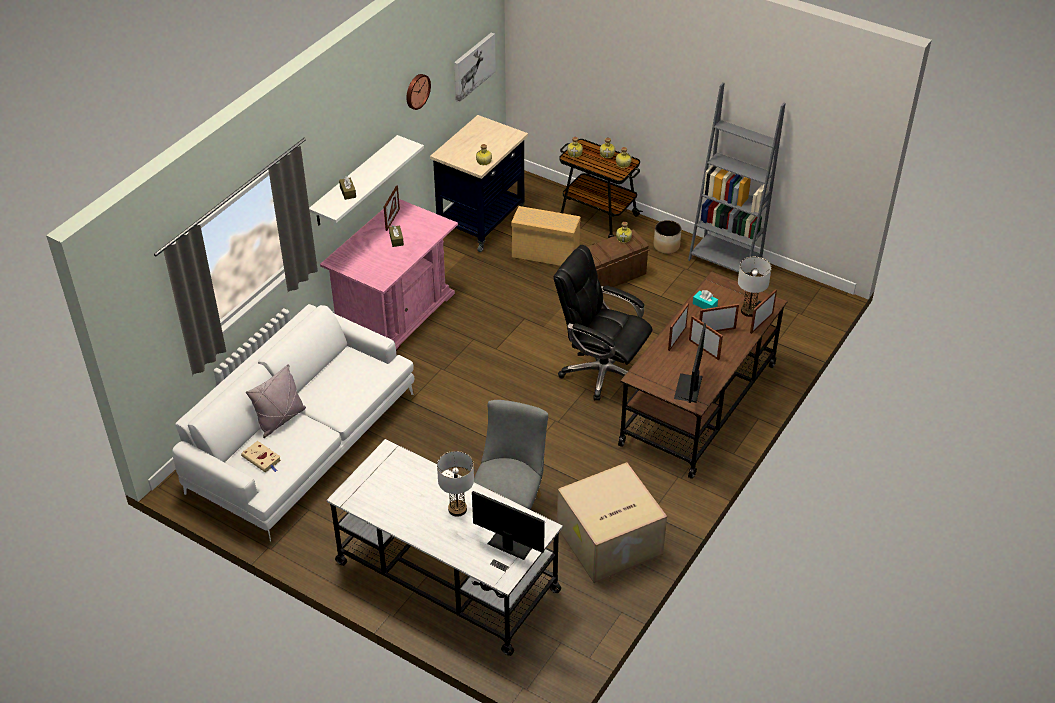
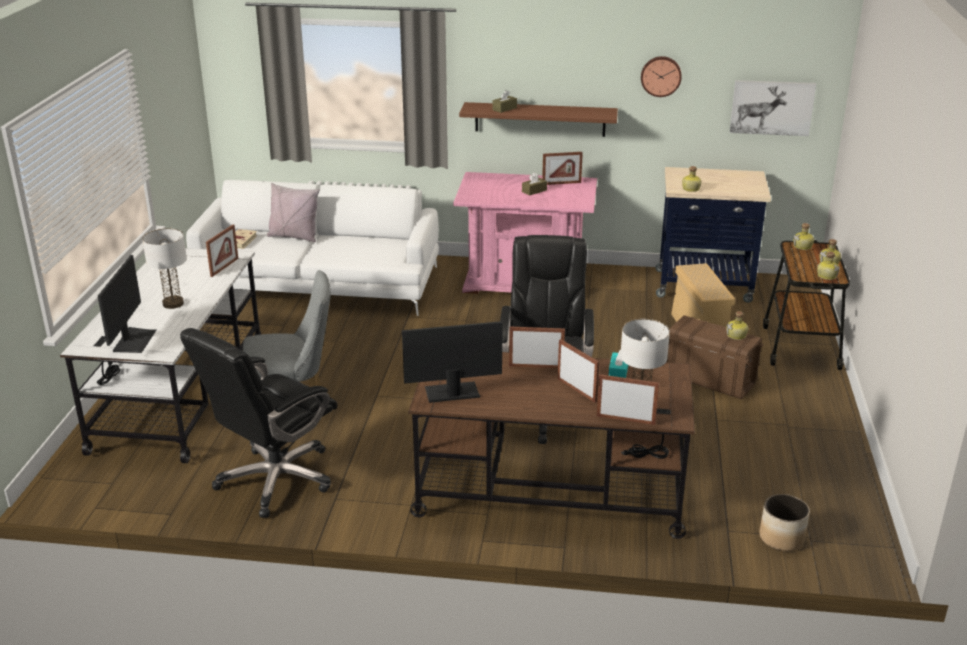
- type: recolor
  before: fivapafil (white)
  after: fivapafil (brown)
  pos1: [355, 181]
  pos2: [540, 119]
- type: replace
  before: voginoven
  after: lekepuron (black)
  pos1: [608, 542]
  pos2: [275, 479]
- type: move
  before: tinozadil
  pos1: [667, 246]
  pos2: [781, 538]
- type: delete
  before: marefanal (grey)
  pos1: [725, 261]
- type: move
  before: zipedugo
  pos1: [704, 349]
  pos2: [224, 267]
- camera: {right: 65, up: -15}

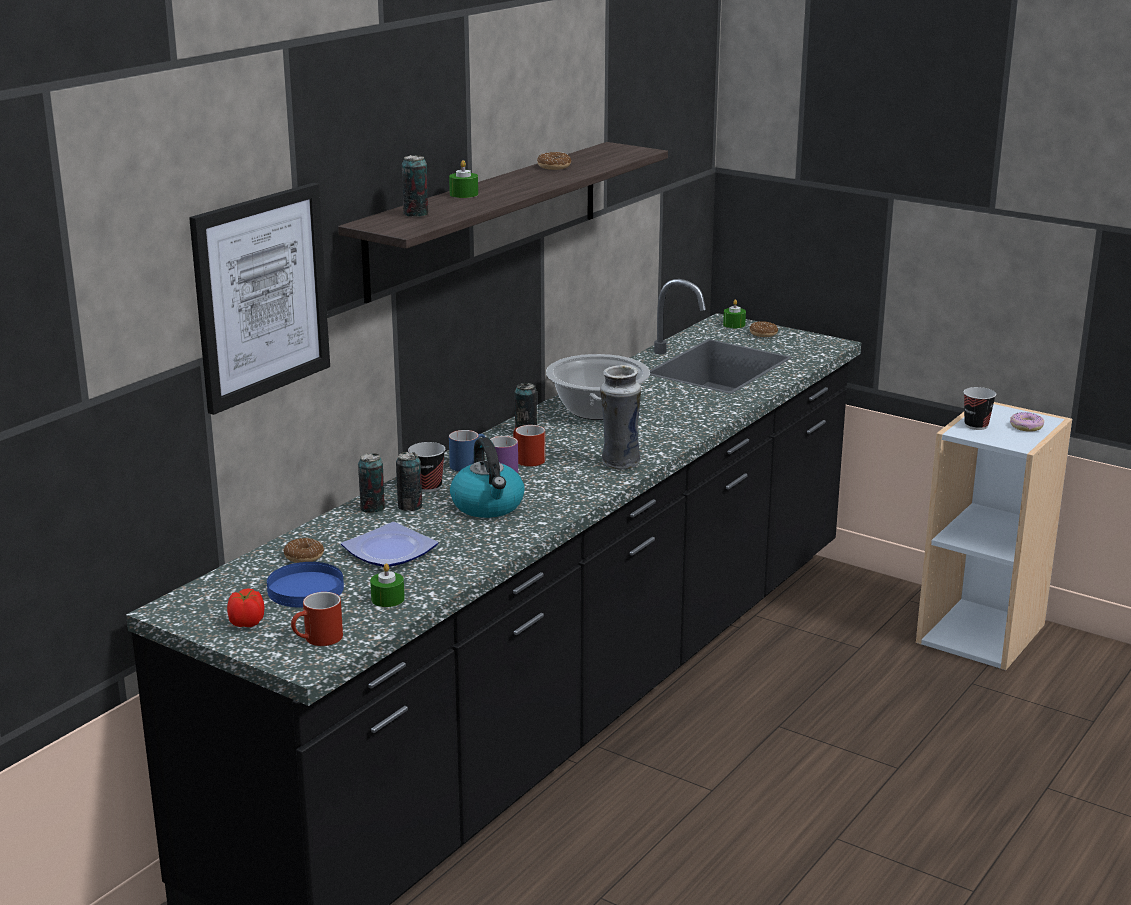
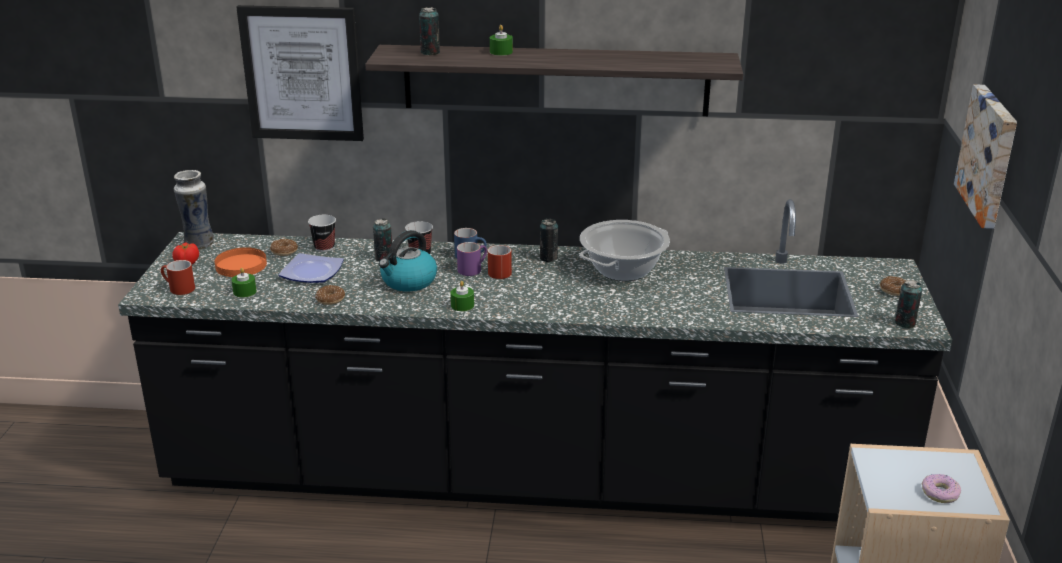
- type: recolor
  before: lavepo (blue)
  after: lavepo (orange)
  pos1: [305, 589]
  pos2: [240, 265]
- type: move
  before: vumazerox
  pos1: [372, 508]
  pos2: [905, 323]
- type: move
  before: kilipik
  pos1: [554, 167]
  pos2: [330, 299]
- type: move
  before: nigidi
  pos1: [619, 464]
  pos2: [198, 244]
- type: move
  before: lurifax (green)
  pos1: [734, 324]
  pos2: [462, 305]
- type: move
  before: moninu
  pos1: [976, 425]
  pos2: [324, 247]
- type: insert
  after: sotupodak
  pos2: [990, 155]
- camera: {right: 60, up: 5}

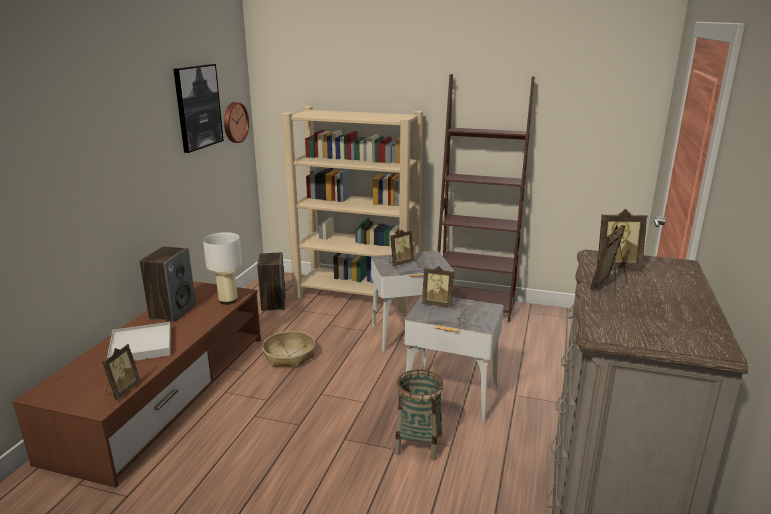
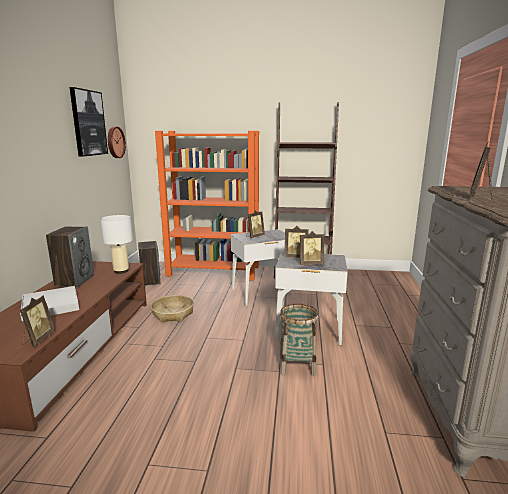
- type: recolor
  before: marefanal (beige)
  after: marefanal (orange)
  pos1: [357, 294]
  pos2: [213, 271]
- type: move
  before: zipedugo
  pos1: [616, 266]
  pos2: [310, 264]
- camera: {right: -10, up: -5}

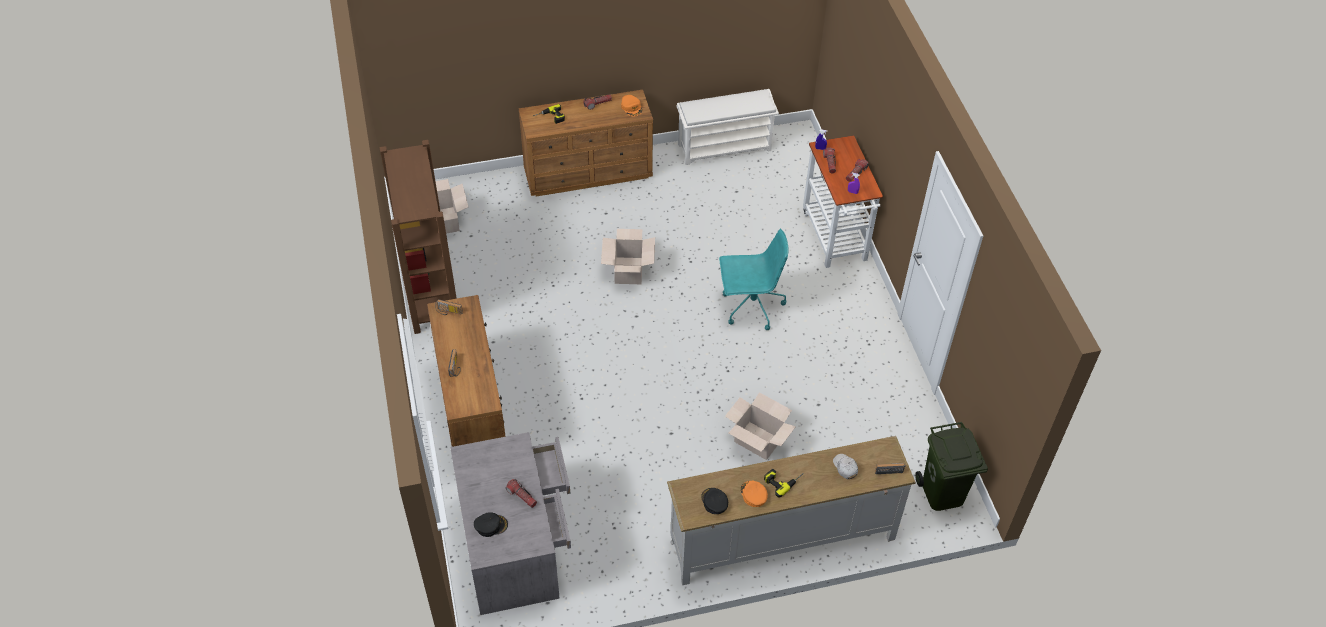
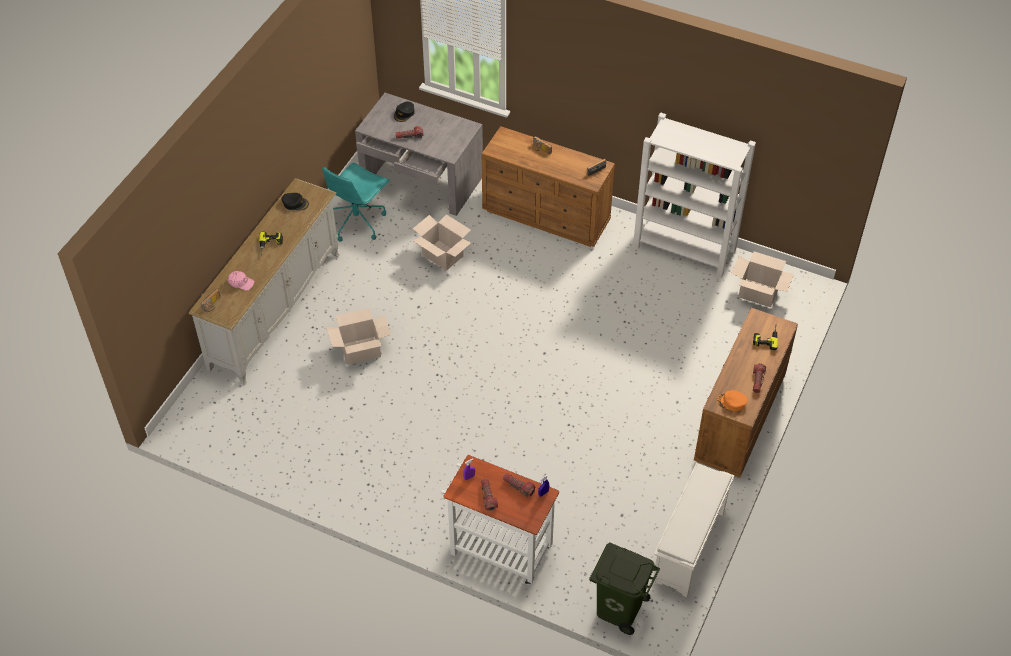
- type: recolor
  before: marefanal (brown)
  after: marefanal (white)
  pos1: [430, 291]
  pos2: [684, 248]
- type: move
  before: voginoven
  pos1: [629, 271]
  pos2: [442, 255]
- type: move
  before: lekepuron (turquoise)
  pos1: [749, 307]
  pos2: [358, 221]
- type: delete
  before: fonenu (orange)
  pos1: [753, 494]
- type: recolor
  before: fonenu (white)
  after: fonenu (pink)
  pos1: [845, 468]
  pos2: [241, 283]
- type: move
  before: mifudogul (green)
  pos1: [941, 493]
  pos2: [619, 608]
- camera: {right: 130, up: 0}

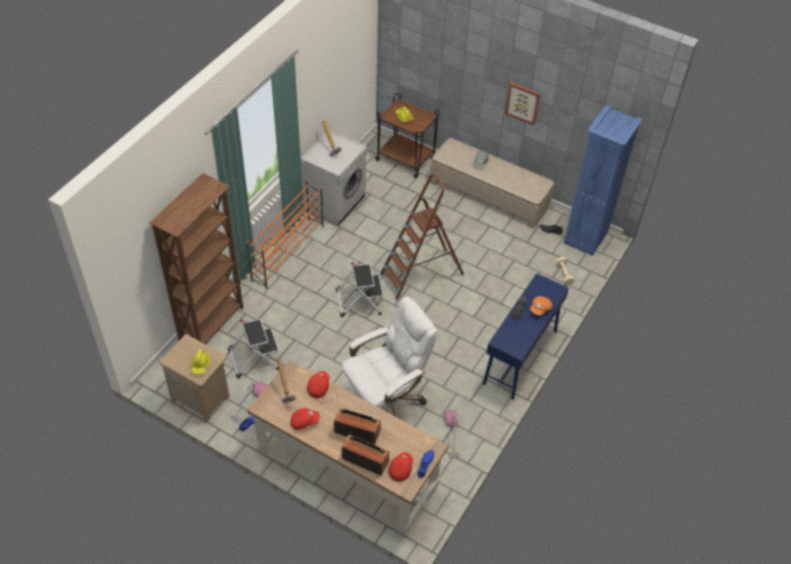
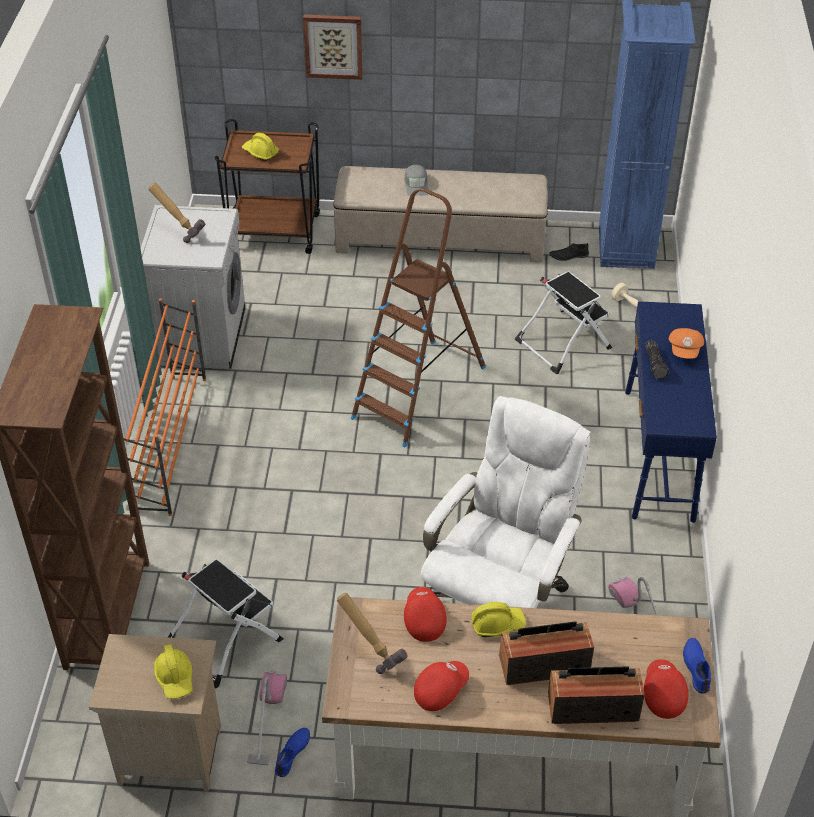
- type: move
  before: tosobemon
  pos1: [359, 300]
  pos2: [563, 341]
- type: move
  before: sotupodak
  pos1: [523, 103]
  pos2: [333, 46]
- type: insert
  after: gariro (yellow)
  pos2: [497, 624]
- camera: {right: -25, up: -5}

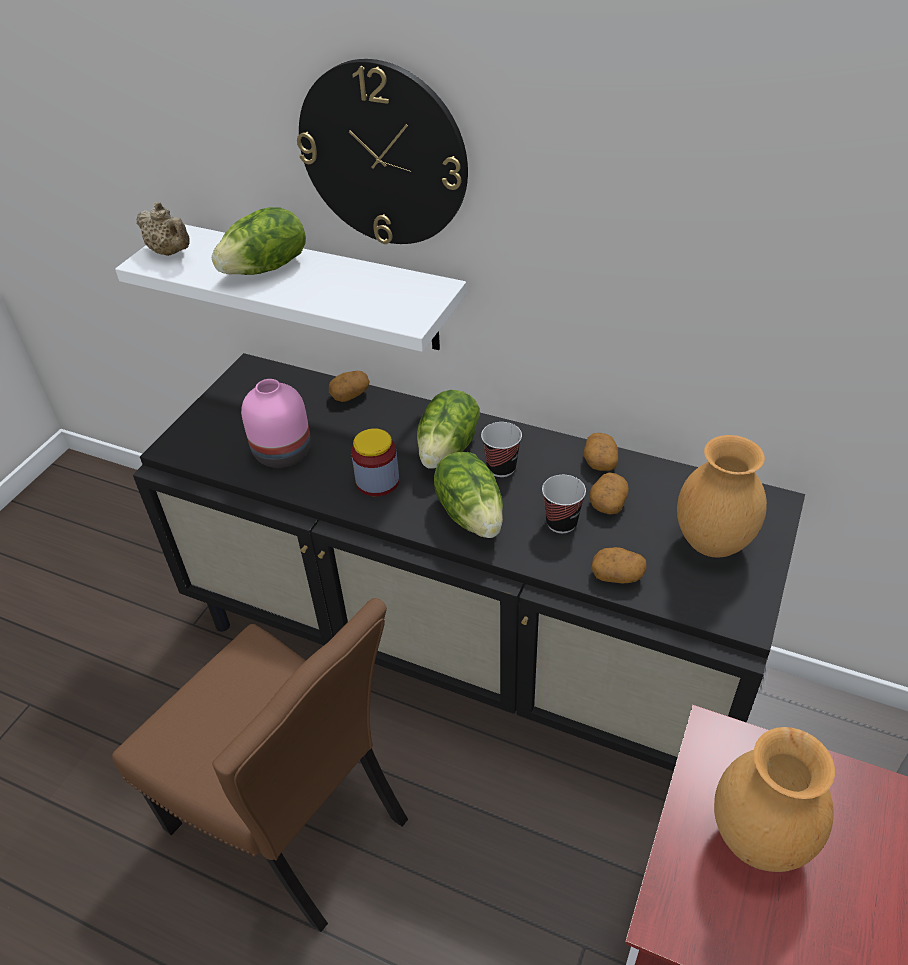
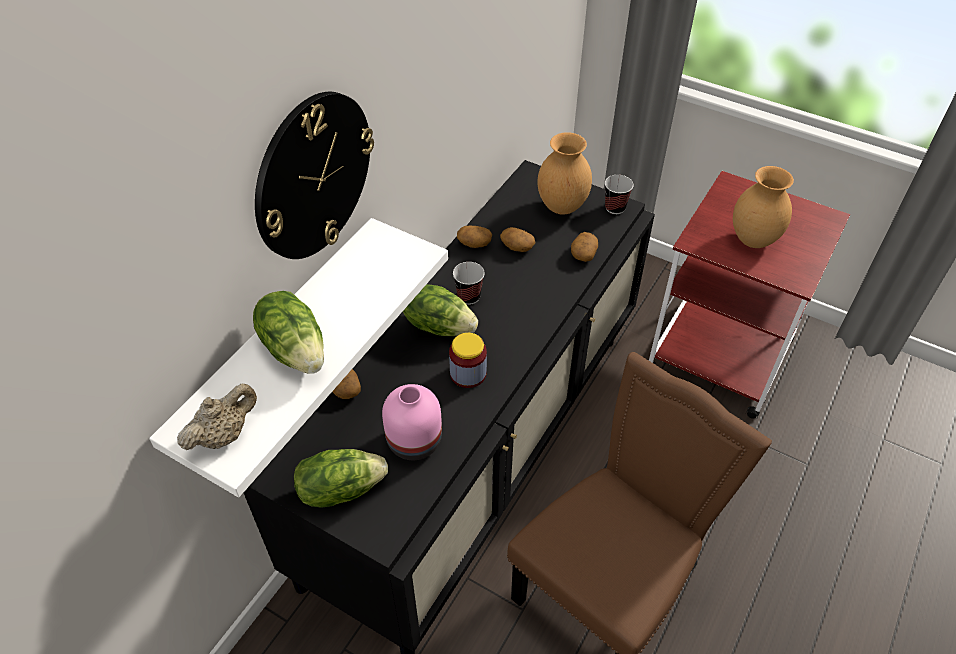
- type: move
  before: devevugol
  pos1: [471, 514]
  pos2: [340, 489]
- type: move
  before: moninu
  pos1: [561, 522]
  pos2: [615, 208]
- camera: {right: -85, up: 5}

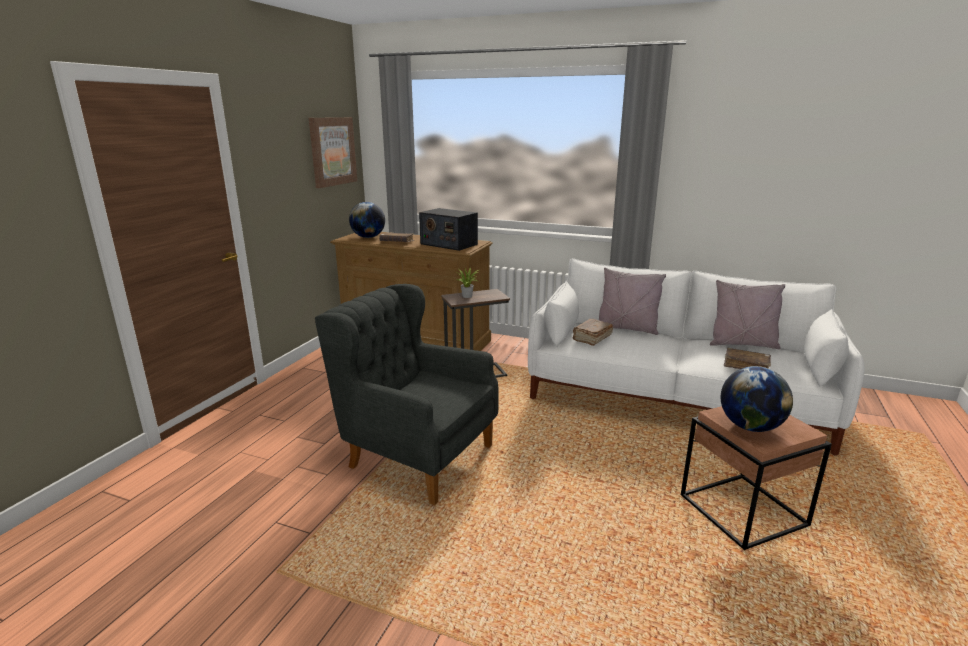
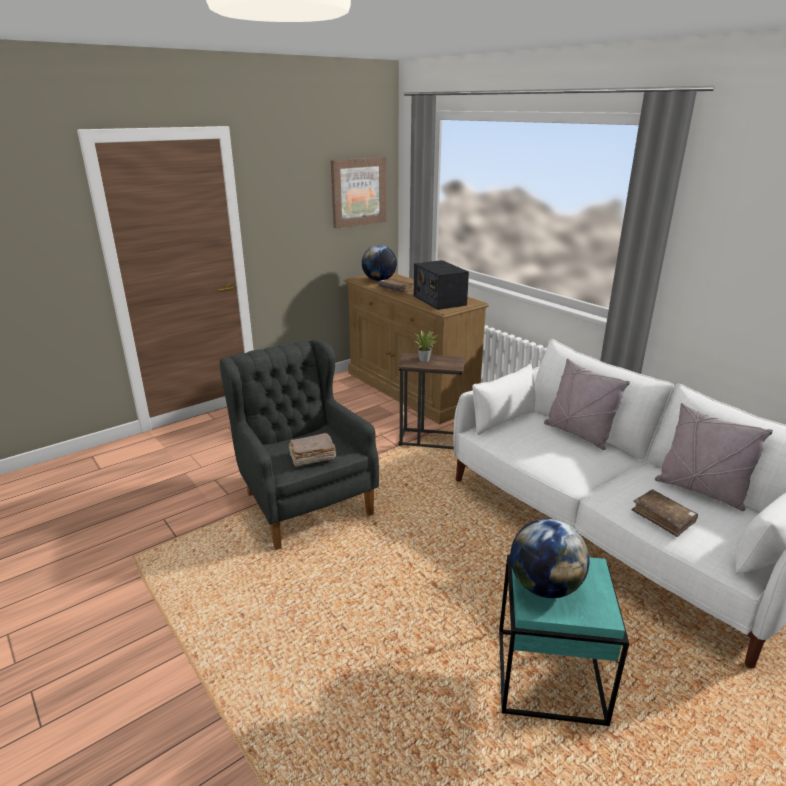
- type: move
  before: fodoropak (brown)
  pos1: [591, 338]
  pos2: [311, 457]
- type: recolor
  before: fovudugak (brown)
  after: fovudugak (turquoise)
  pos1: [744, 511]
  pos2: [550, 677]
- camera: {right: 30, up: 5}

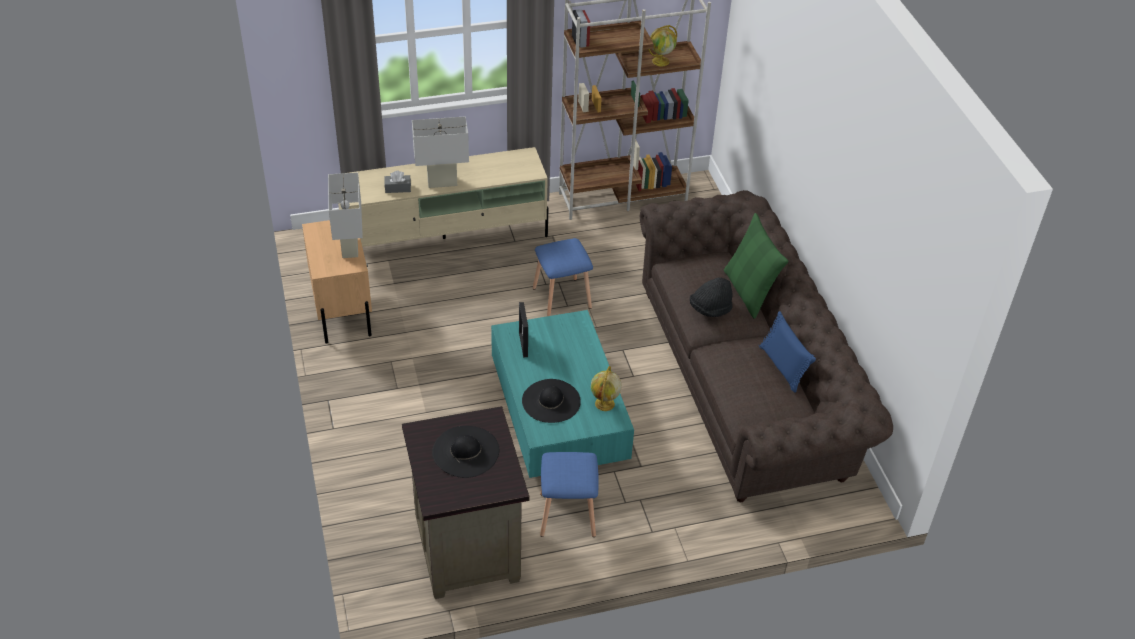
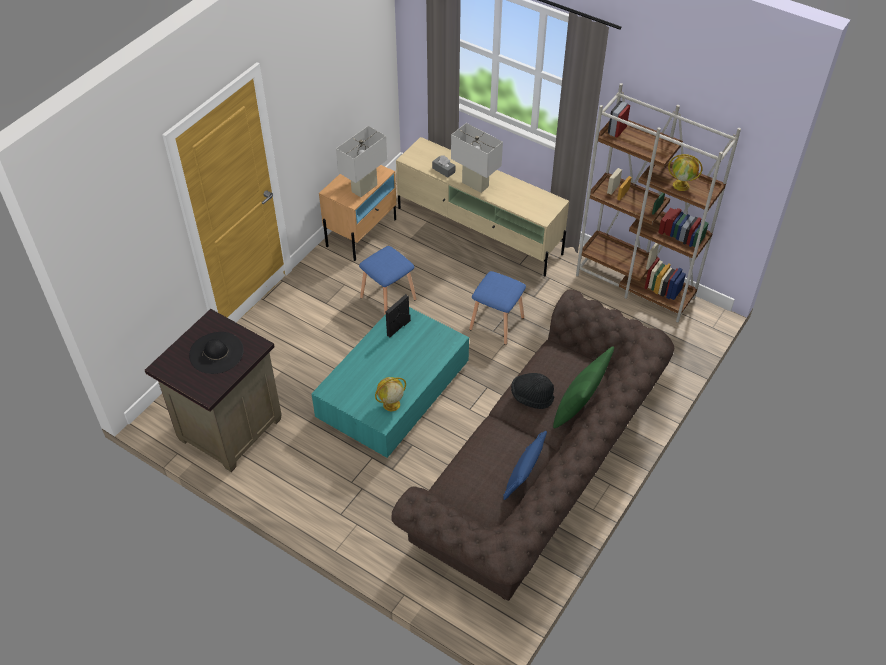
- type: delete
  before: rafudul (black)
  pos1: [551, 401]
- type: move
  before: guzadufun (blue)
  pos1: [566, 513]
  pos2: [388, 297]
- camera: {right: 50, up: 5}

